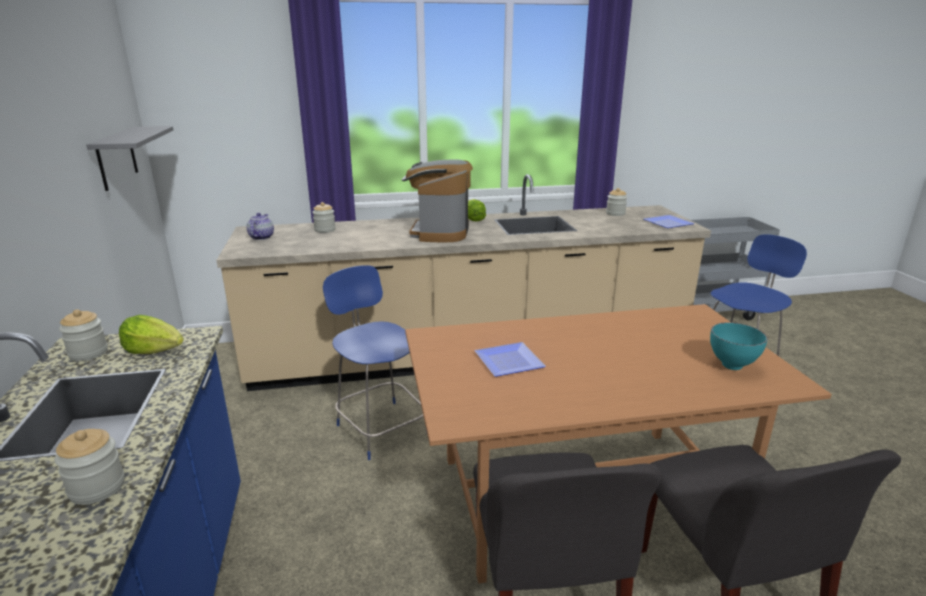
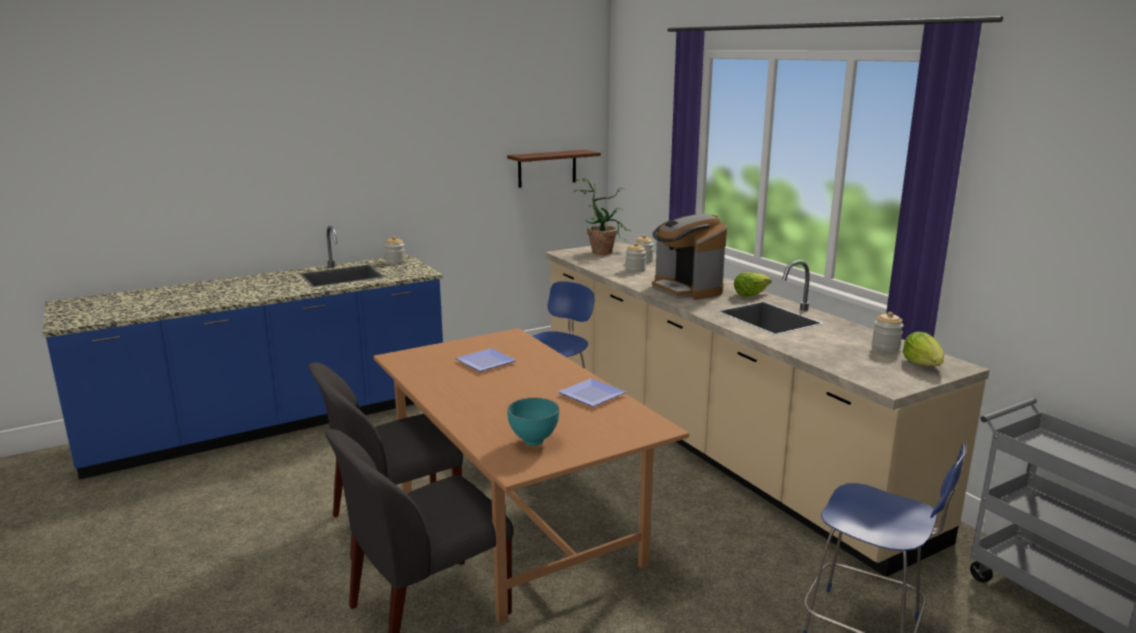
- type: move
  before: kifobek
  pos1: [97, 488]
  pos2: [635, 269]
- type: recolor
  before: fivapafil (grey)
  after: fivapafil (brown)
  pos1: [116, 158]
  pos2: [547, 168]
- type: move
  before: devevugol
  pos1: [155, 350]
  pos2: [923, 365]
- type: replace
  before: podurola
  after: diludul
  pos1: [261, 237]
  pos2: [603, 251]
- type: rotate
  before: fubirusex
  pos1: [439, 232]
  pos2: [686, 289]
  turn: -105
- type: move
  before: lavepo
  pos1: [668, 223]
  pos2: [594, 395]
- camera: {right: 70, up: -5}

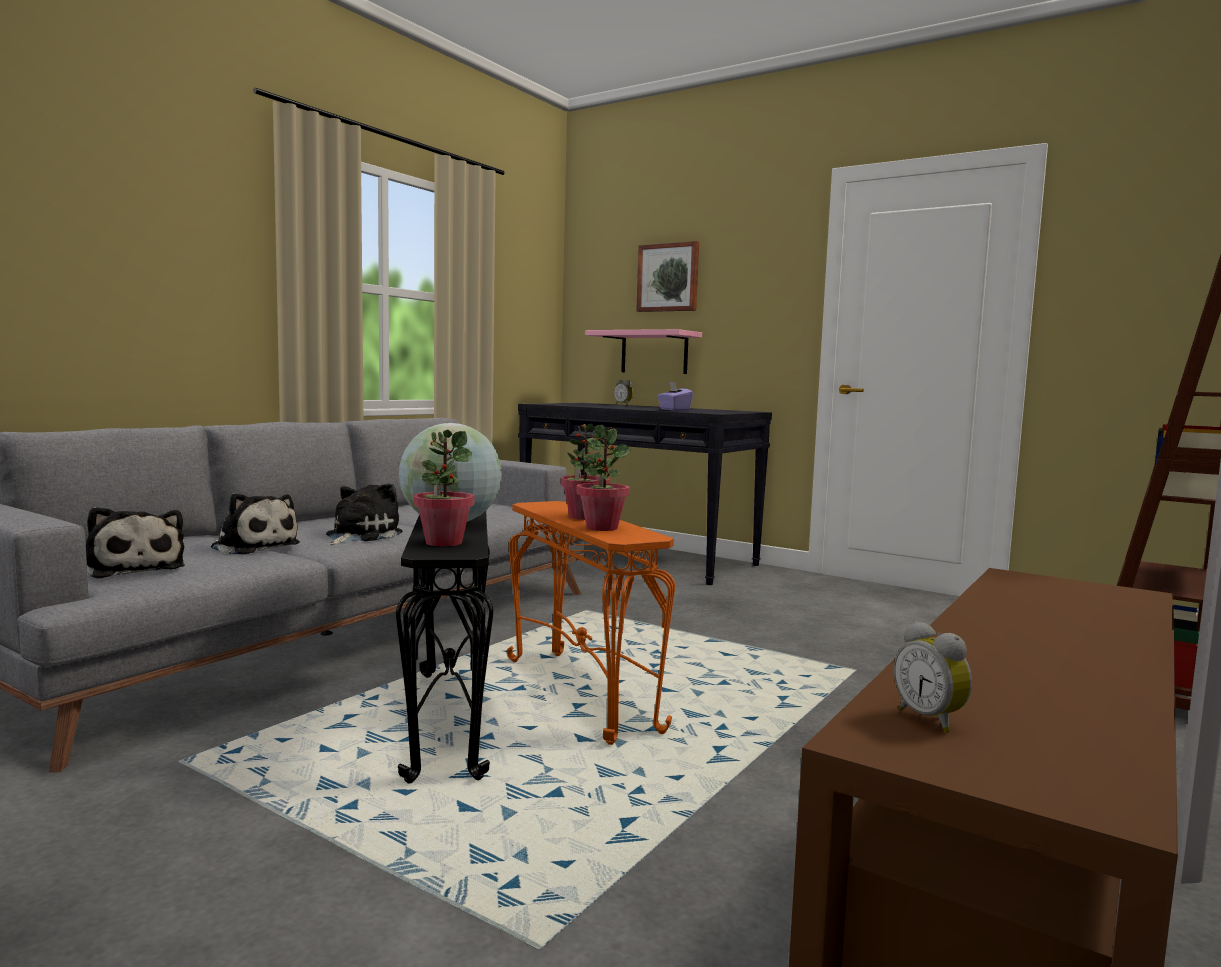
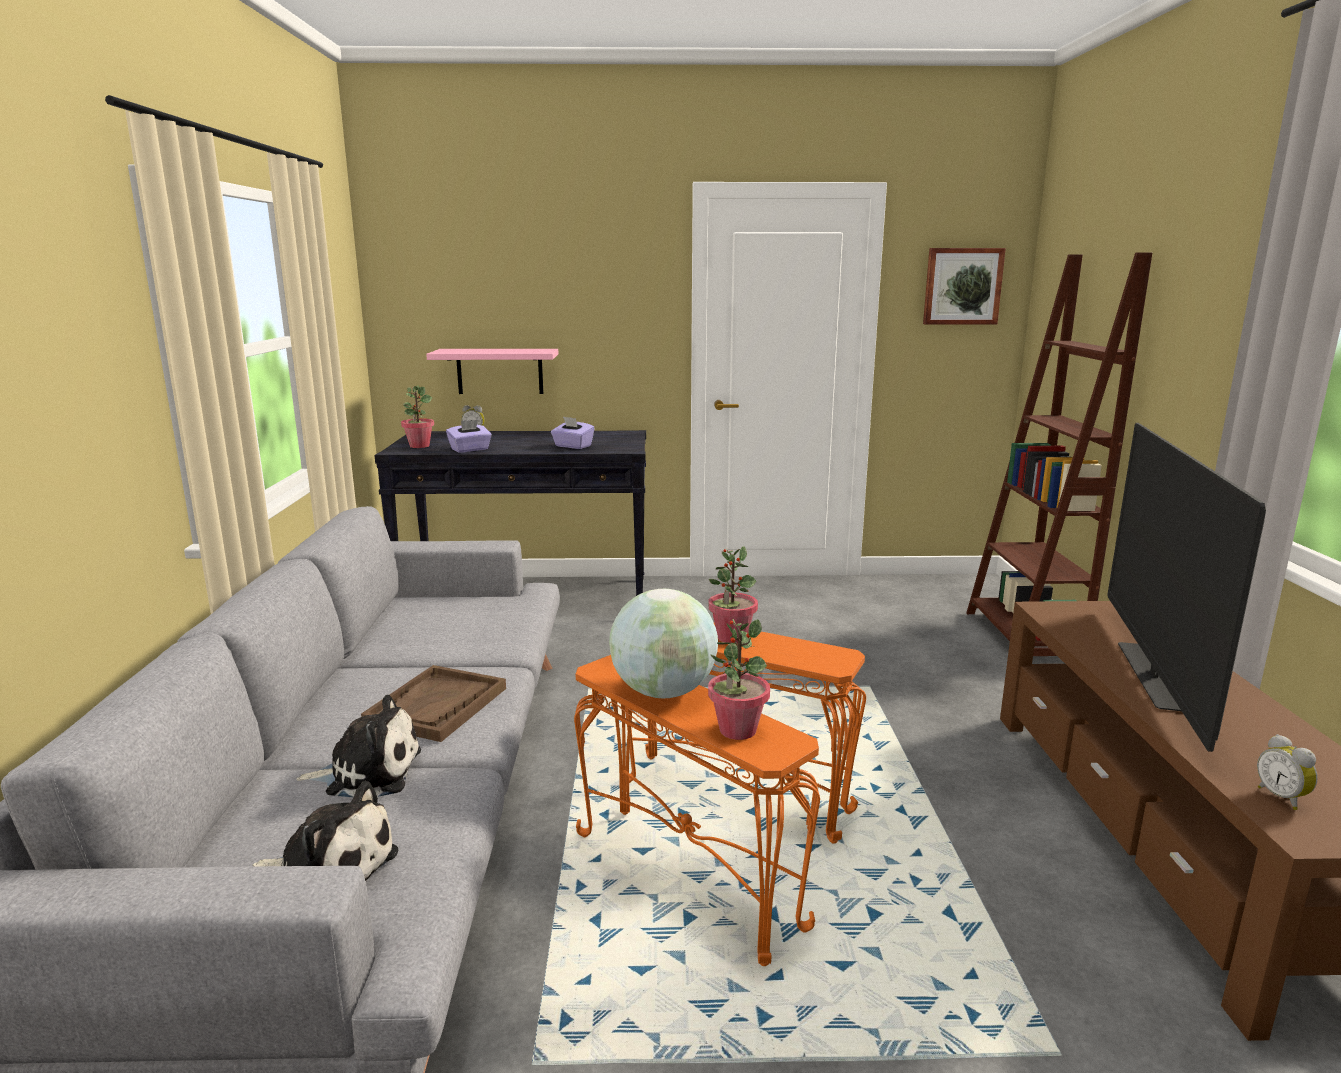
- type: replace
  before: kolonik
  after: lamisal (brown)
  pos1: [360, 535]
  pos2: [437, 706]
- type: recolor
  before: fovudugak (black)
  after: fovudugak (orange)
  pos1: [449, 721]
  pos2: [686, 879]
- type: move
  before: diludul
  pos1: [602, 527]
  pos2: [419, 446]
- type: move
  before: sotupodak
  pos1: [668, 277]
  pos2: [962, 286]
- type: rotate
  before: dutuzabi
  pos1: [931, 719]
  pos2: [1282, 797]
  turn: 45
- type: insert
  after: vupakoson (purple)
  pos2: [470, 449]
- type: insert
  after: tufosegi
  pos2: [1151, 676]
- camera: {right: -35, up: 10}

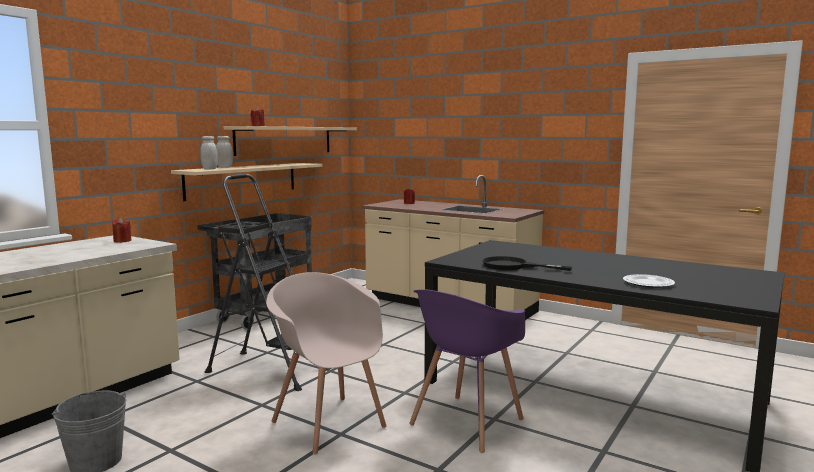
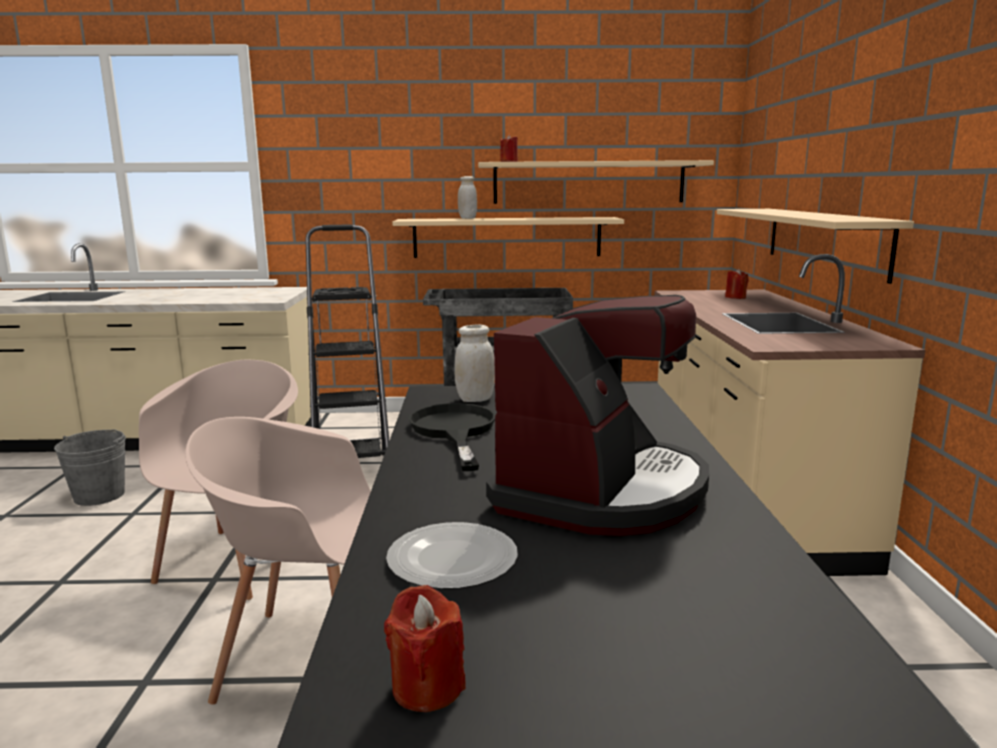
- type: move
  before: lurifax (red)
  pos1: [122, 241]
  pos2: [427, 687]
- type: move
  before: kifobek (white)
  pos1: [210, 169]
  pos2: [475, 399]
- type: recolor
  before: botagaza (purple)
  after: botagaza (beige)
  pos1: [466, 423]
  pos2: [304, 658]
- type: insert
  after: fubirusex
  pos2: [601, 491]
- type: insert
  after: fivapafil (beige)
  pos2: [824, 240]
- camera: {right: 55, up: 5}

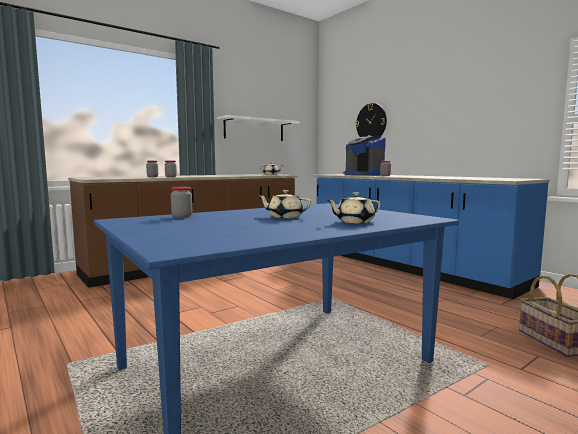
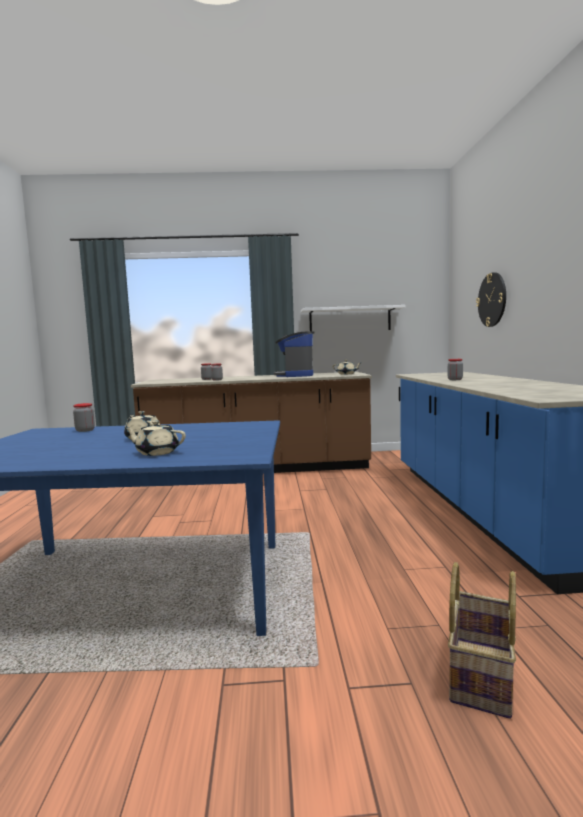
- type: move
  before: fubirusex
  pos1: [363, 175]
  pos2: [295, 375]
- camera: {right: 35, up: 0}

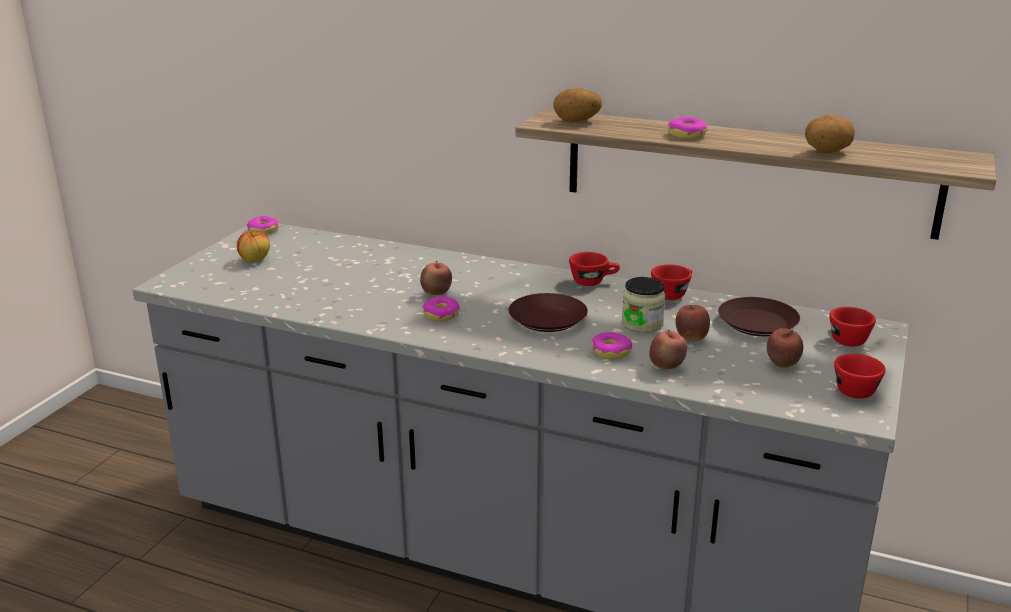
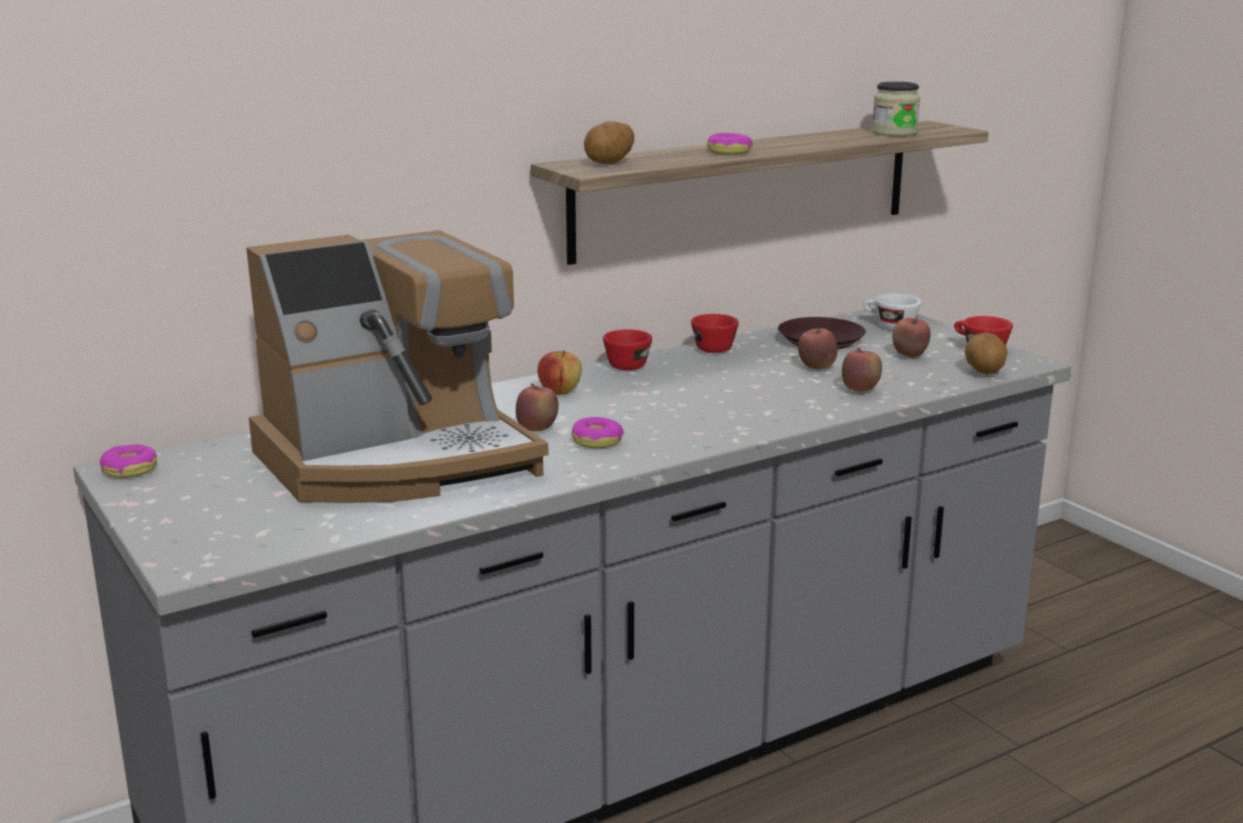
- type: move
  before: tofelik
  pos1: [255, 260]
  pos2: [560, 392]
- type: delete
  before: lavepo (brown)
  pos1: [547, 319]
- type: delete
  before: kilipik
  pos1: [611, 352]
- type: move
  before: kifobek
  pos1: [642, 324]
  pos2: [894, 133]
- type: move
  before: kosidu
  pos1: [826, 152]
  pos2: [983, 372]
- type: recolor
  before: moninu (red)
  after: moninu (white)
  pos1: [845, 338]
  pos2: [889, 326]
- type: insert
  after: fubirusex
  pos2: [398, 460]
- camera: {right: -55, up: -5}

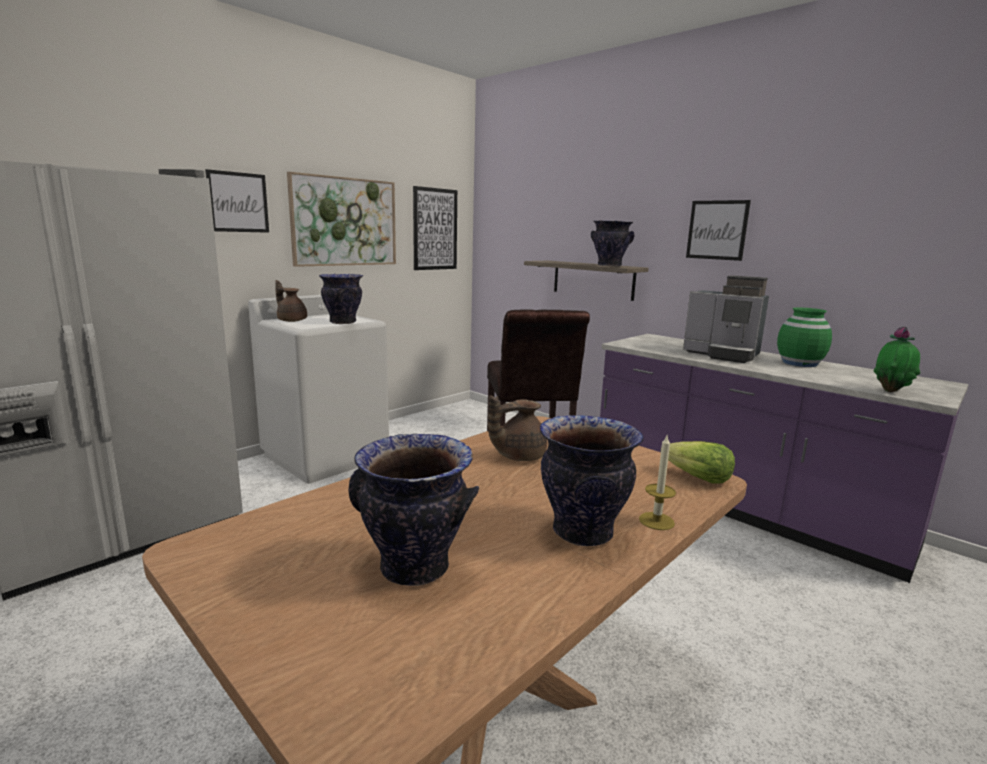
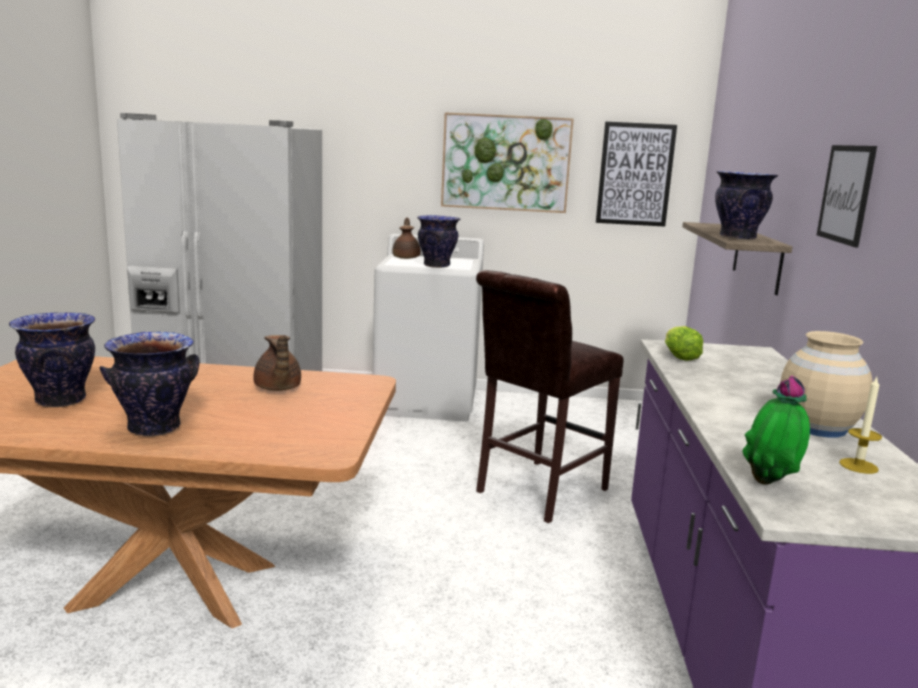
- type: delete
  before: sotupodak
  pos1: [238, 202]
- type: rotate
  before: podurola (brown)
  pos1: [517, 456]
  pos2: [277, 388]
  turn: -135
- type: move
  before: lurifax
  pos1: [656, 521]
  pos2: [858, 466]
- type: move
  before: devevugol
  pos1: [696, 478]
  pos2: [679, 356]
- type: delete
  before: fubirusex
  pos1: [723, 355]
- type: recolor
  before: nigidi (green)
  after: nigidi (beige)
  pos1: [799, 363]
  pos2: [817, 427]
- camera: {right: 50, up: 0}

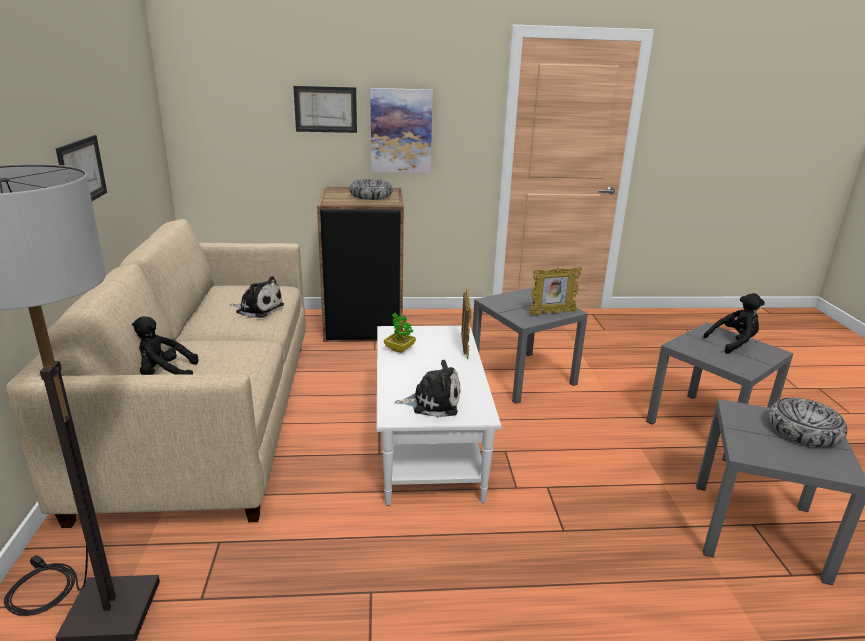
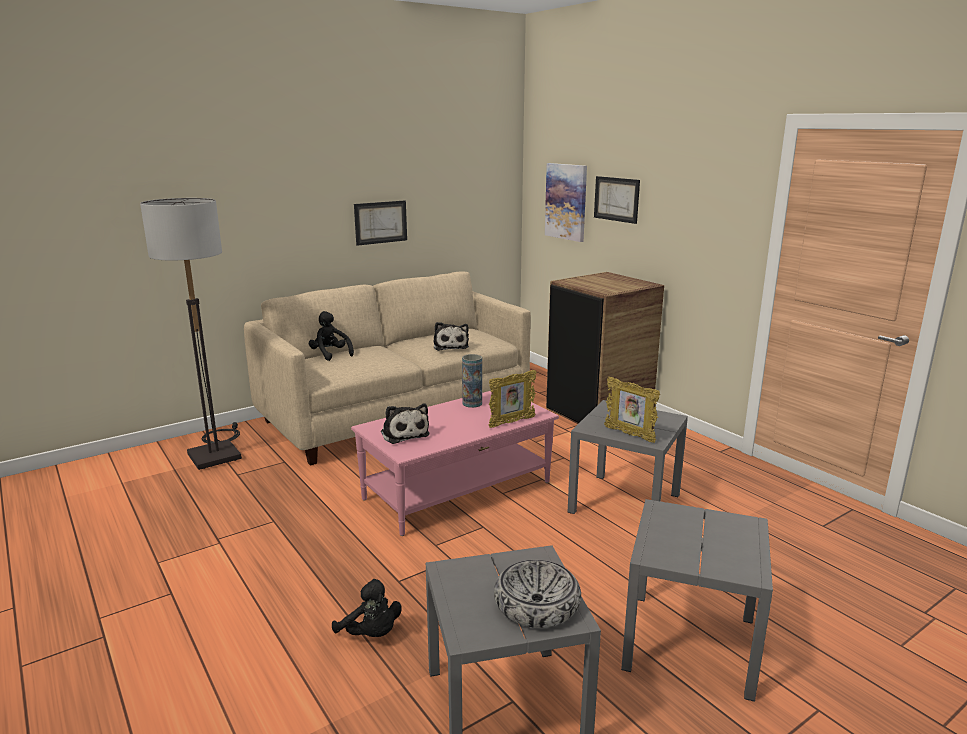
- type: delete
  before: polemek
  pos1: [371, 196]
- type: move
  before: sotupodak
  pos1: [401, 131]
  pos2: [566, 201]
- type: recolor
  before: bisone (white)
  after: bisone (pink)
  pos1: [428, 440]
  pos2: [458, 490]
- type: replace
  before: diludul
  after: nigidi
  pos1: [399, 349]
  pos2: [472, 403]
- type: move
  before: kolonik (black)
  pos1: [733, 343]
  pos2: [371, 634]
- camera: {right: 60, up: -5}

